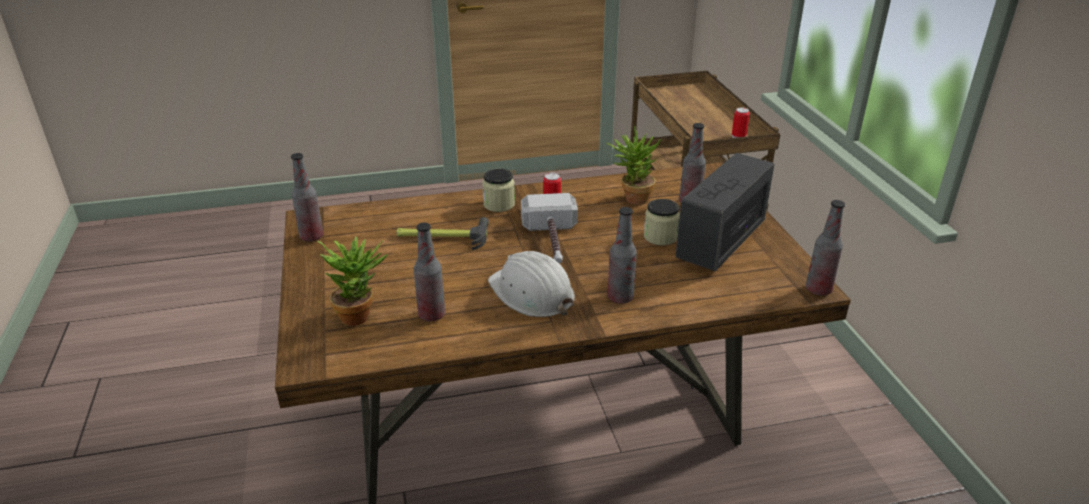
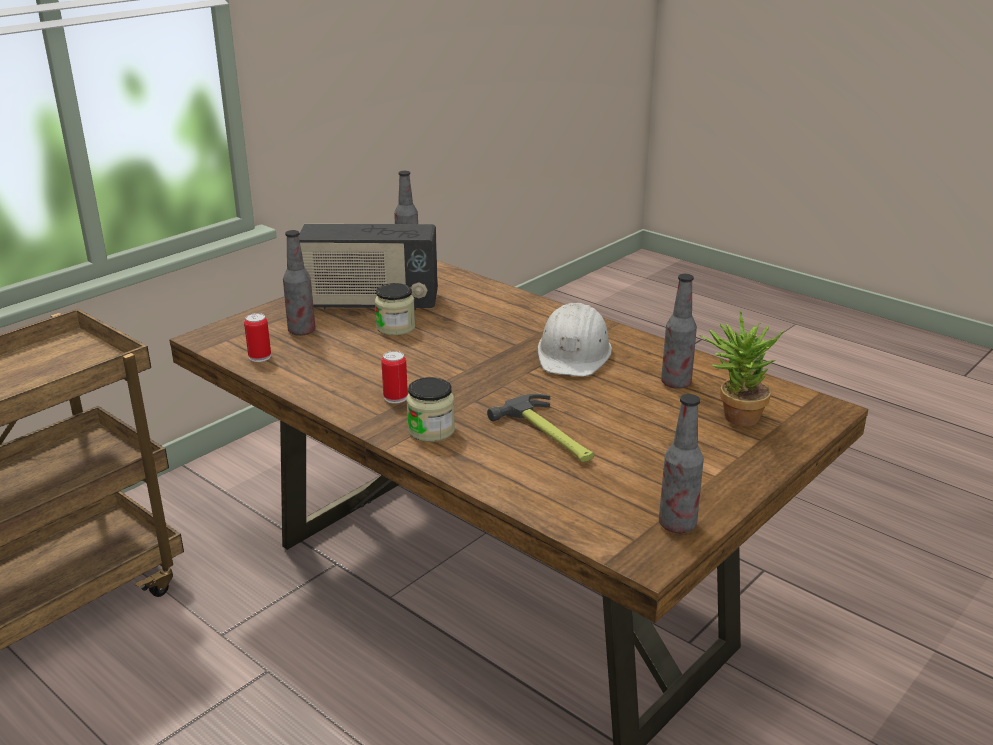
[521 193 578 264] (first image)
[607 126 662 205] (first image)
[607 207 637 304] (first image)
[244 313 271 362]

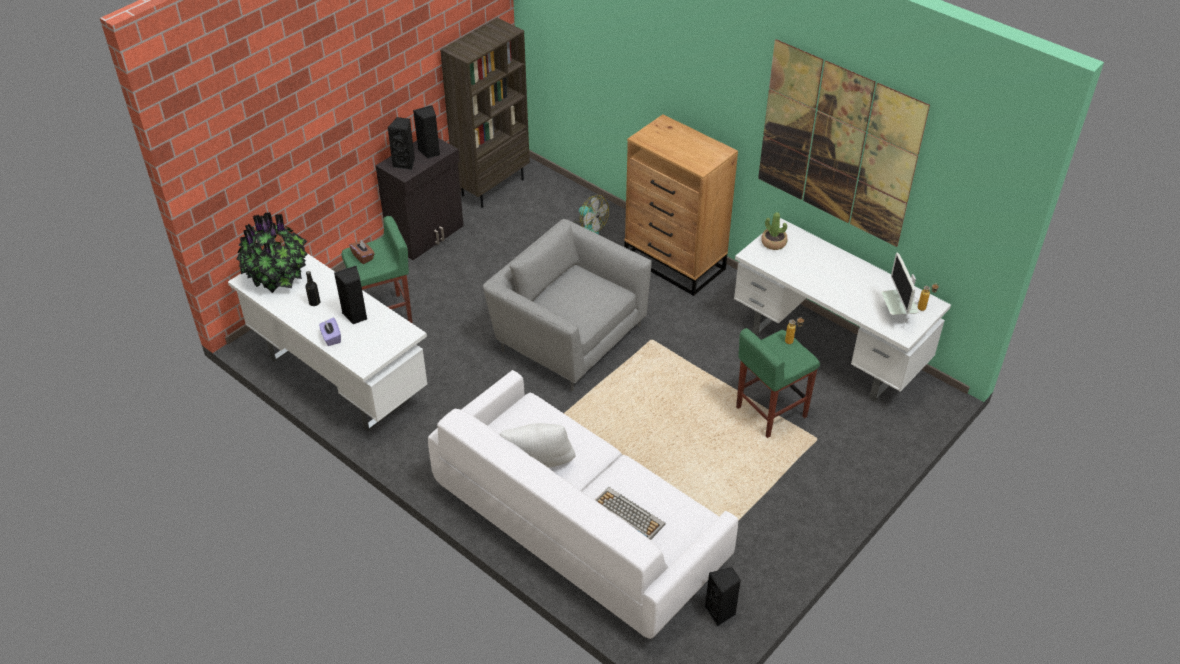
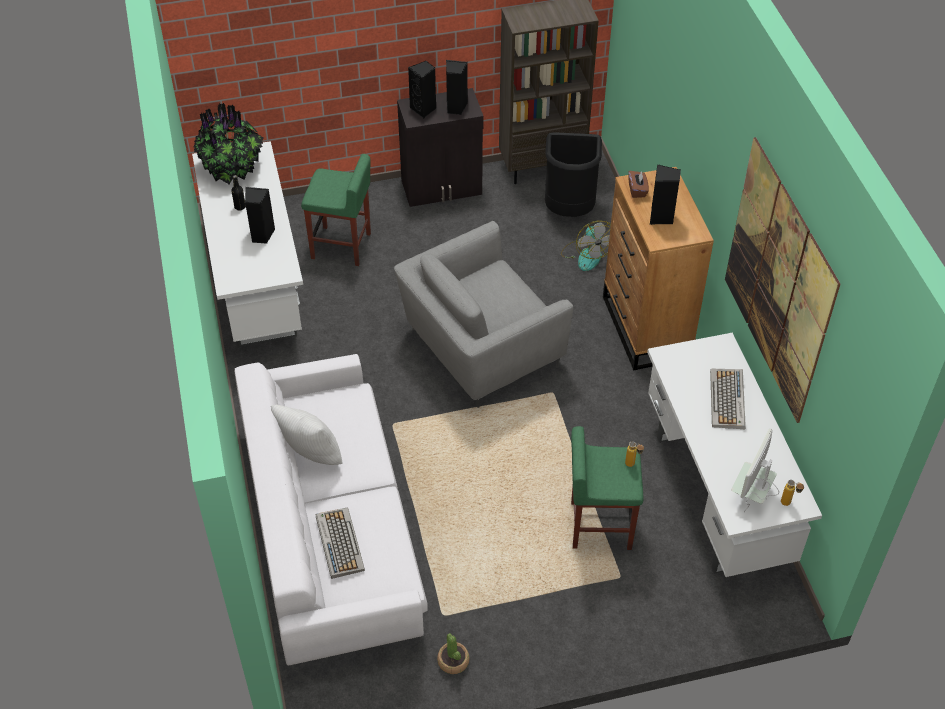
[319 317 341 346] (first image)
[628 171 649 198]
[394 221 573 408]
[650 164 681 225]
[437 633 470 674]
[545 132 602 217]
[710 369 746 429]

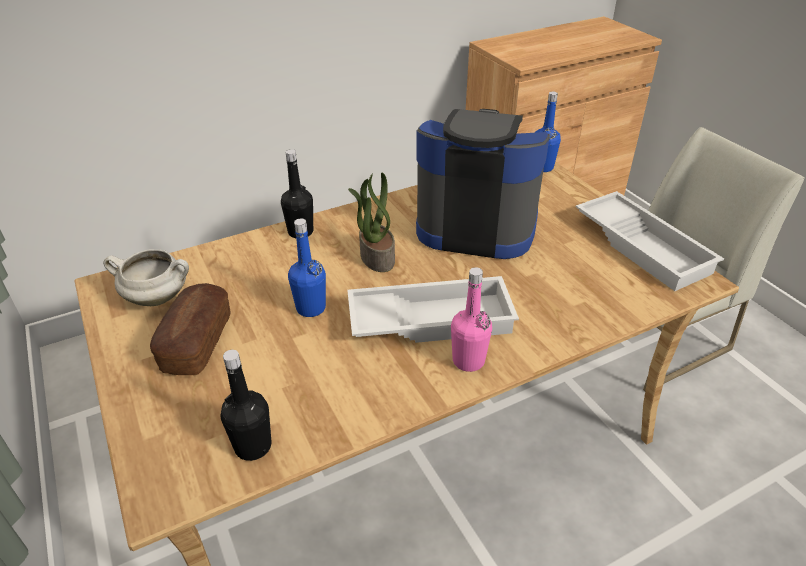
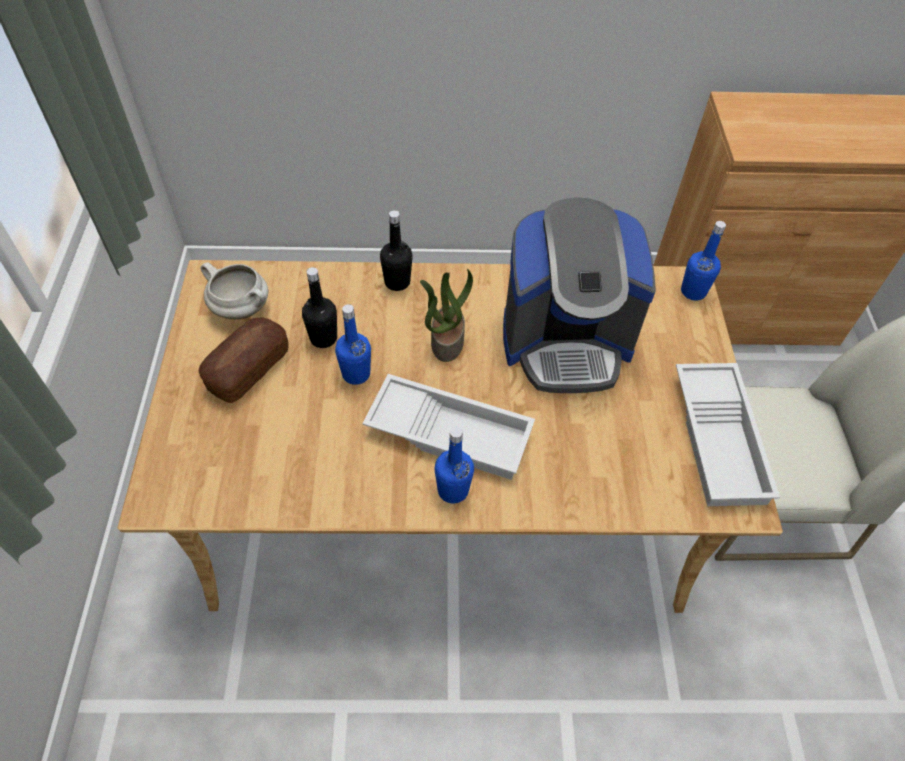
[302 267 337 348]
[503 197 656 393]
[434 427 474 503]

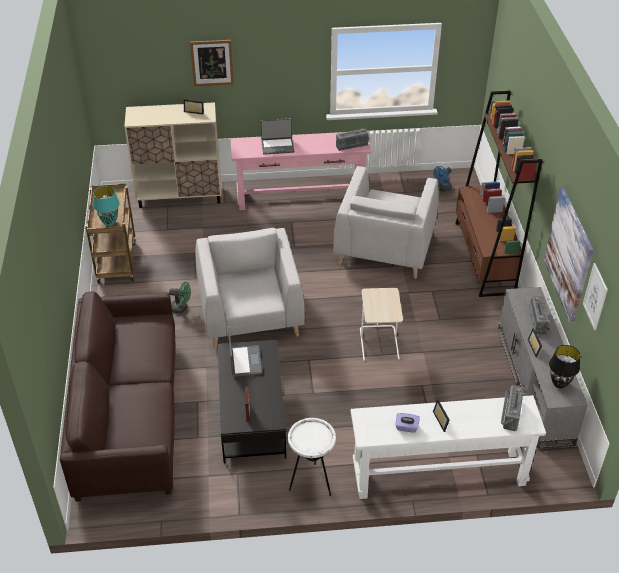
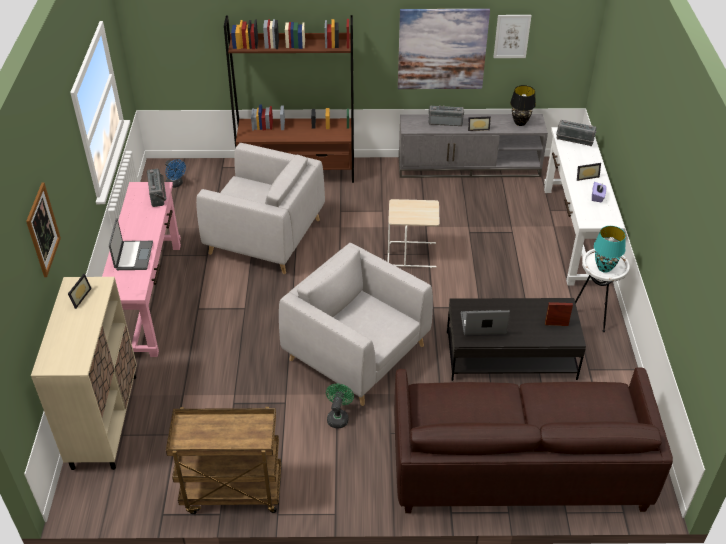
[594 226 626 273]
[279 243 433 406]

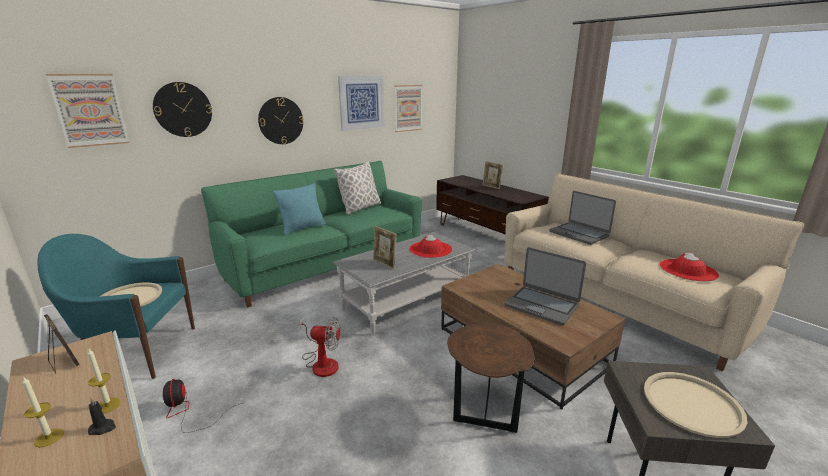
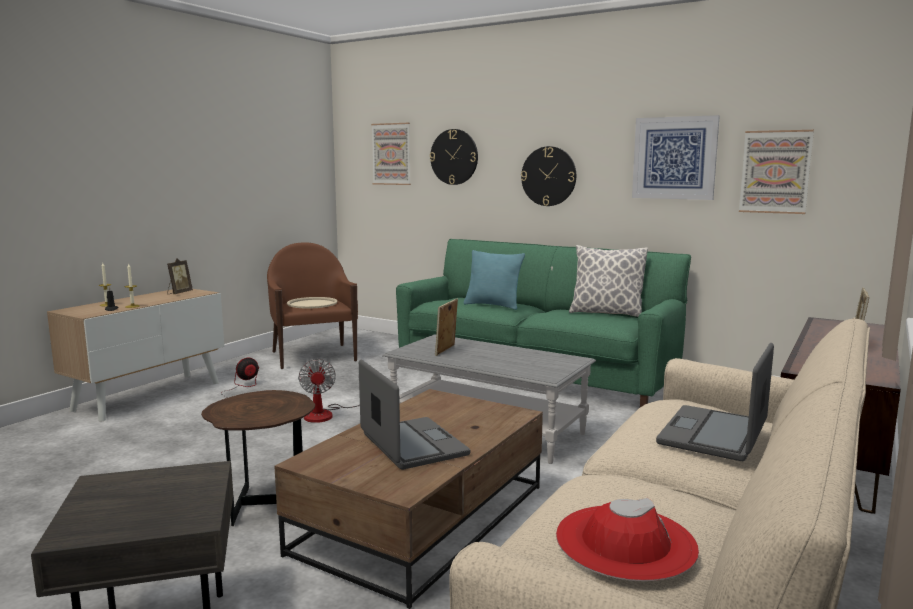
[267 242 358 369]
[409 235 452 258] (first image)
[359 360 470 470]
[644 372 747 438] (first image)

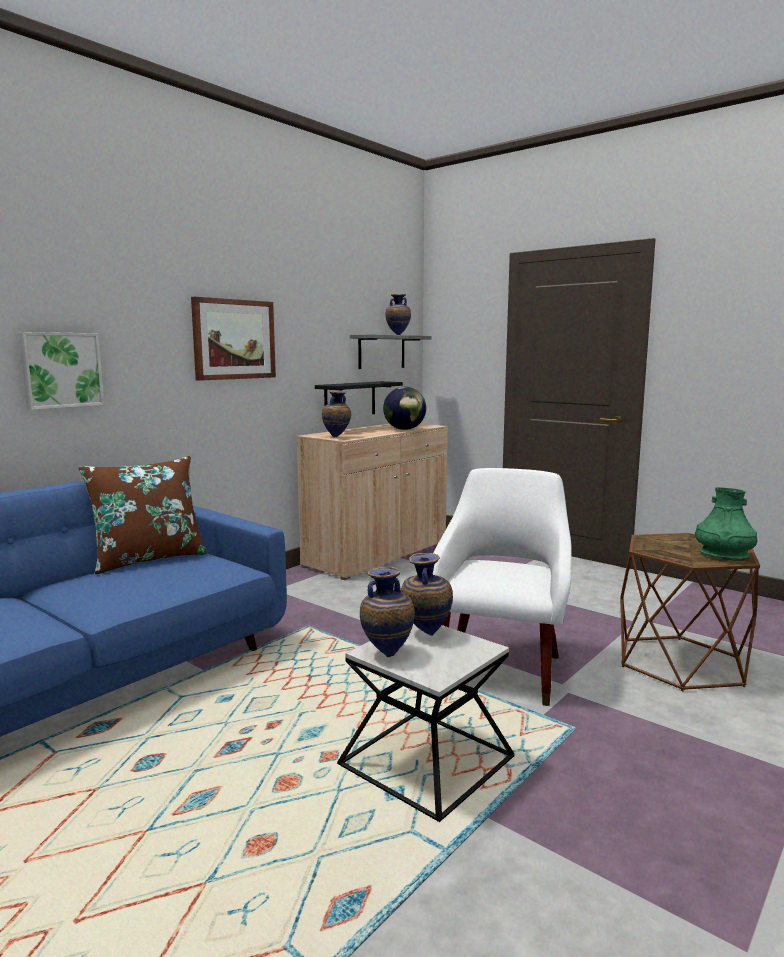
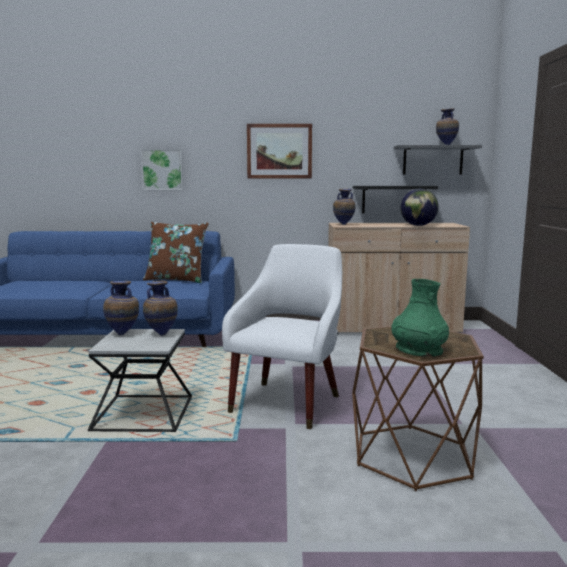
[222 244 342 429]

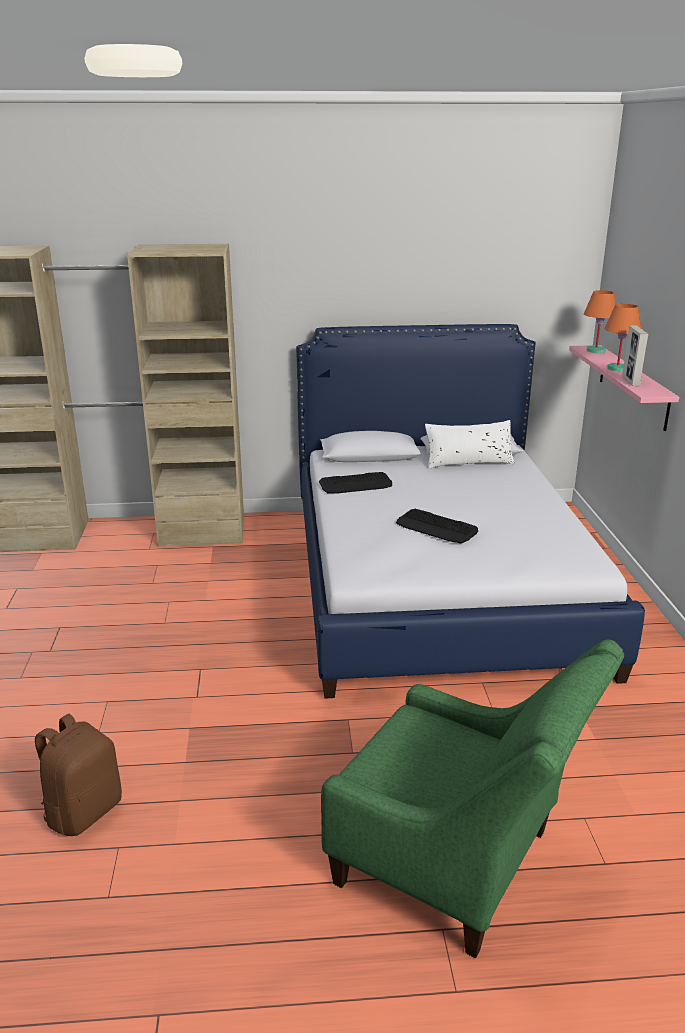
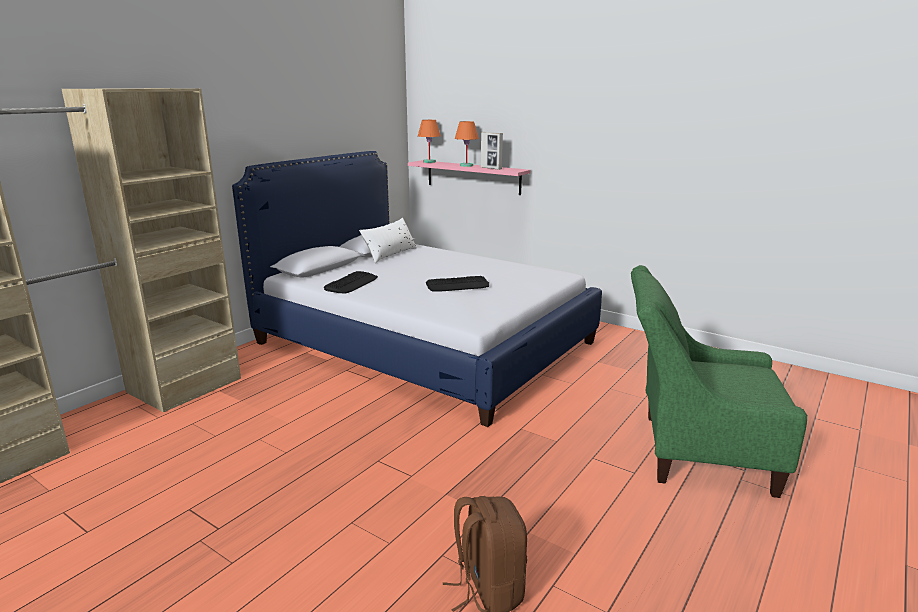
[631 265 807 498]

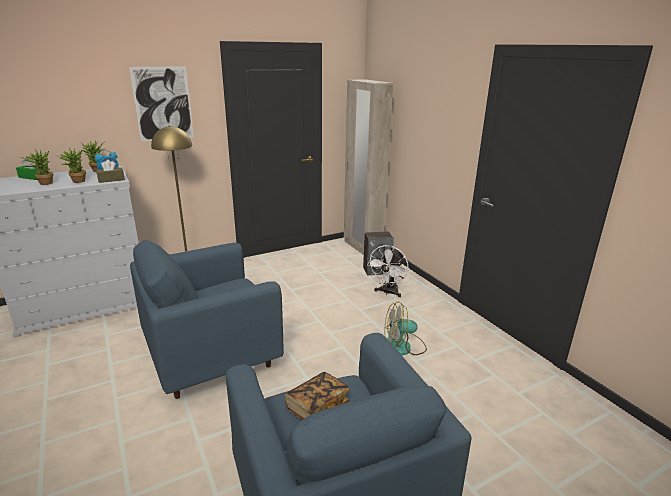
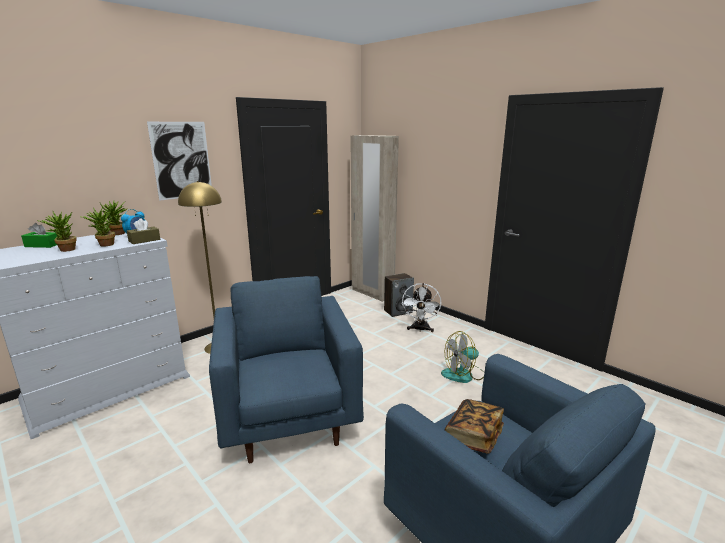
[209 276 364 463]

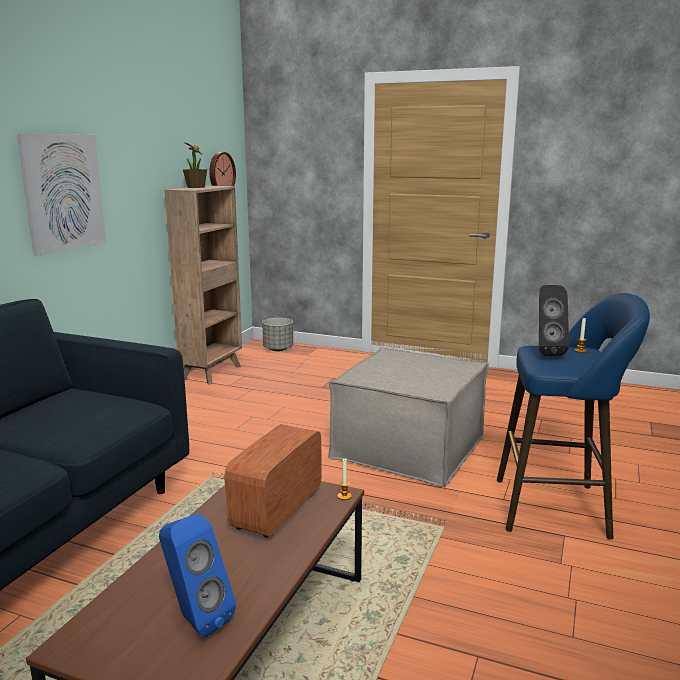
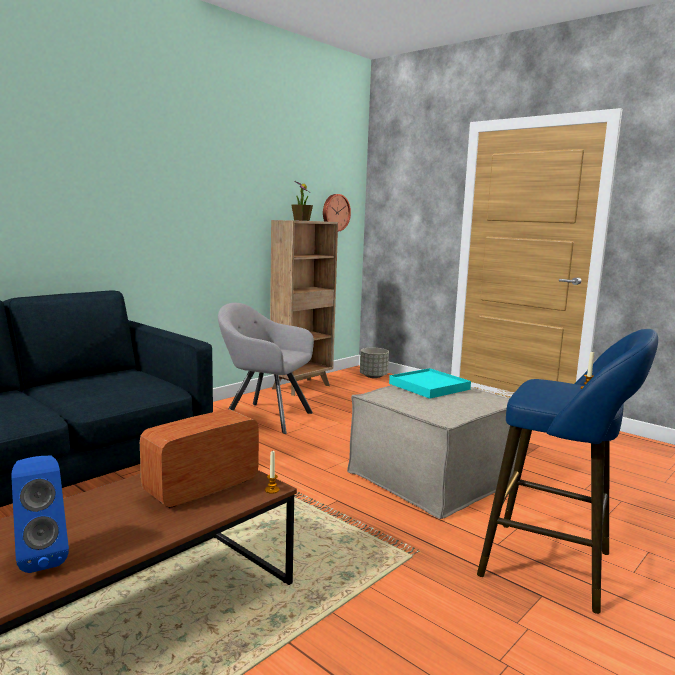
[17 134 106 255] (first image)
[539 285 569 356] (first image)
[218 303 314 434]
[389 368 471 399]

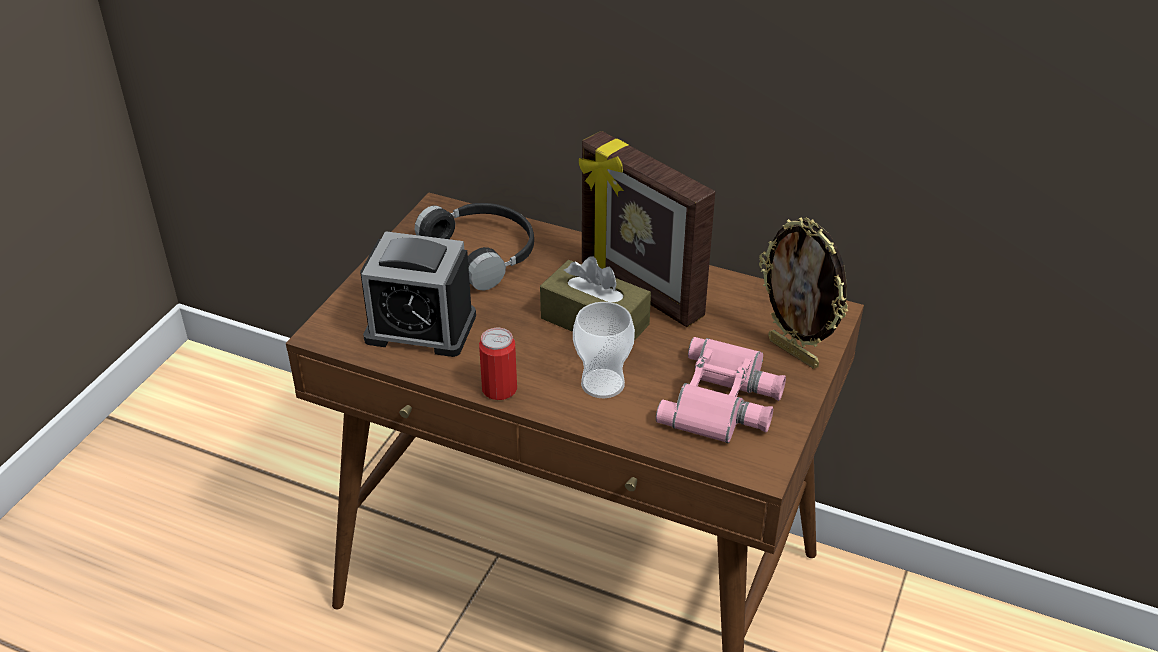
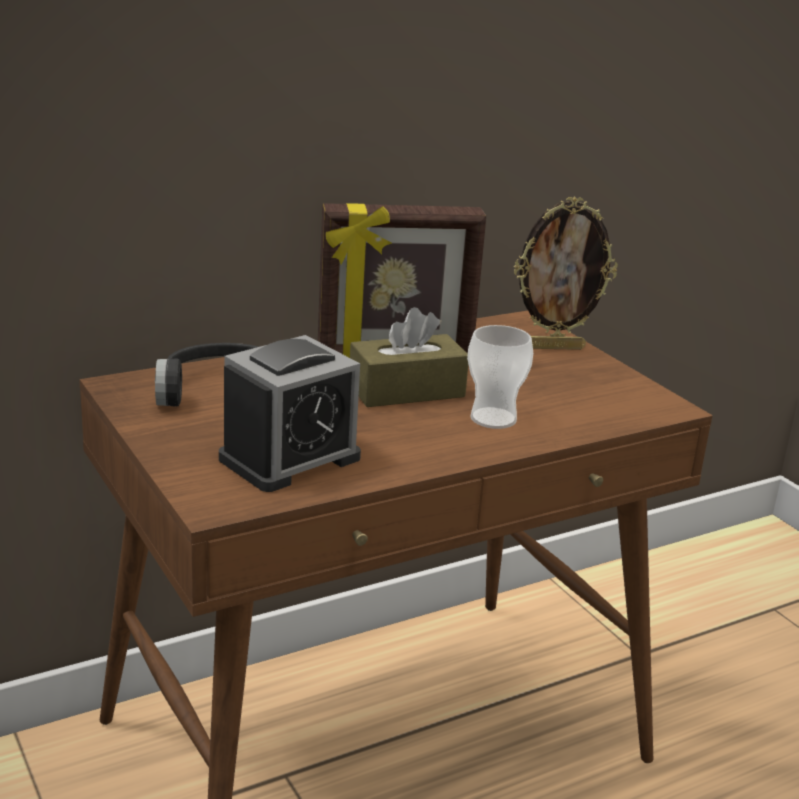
[479 328 517 400] (first image)
[656 337 786 443] (first image)

